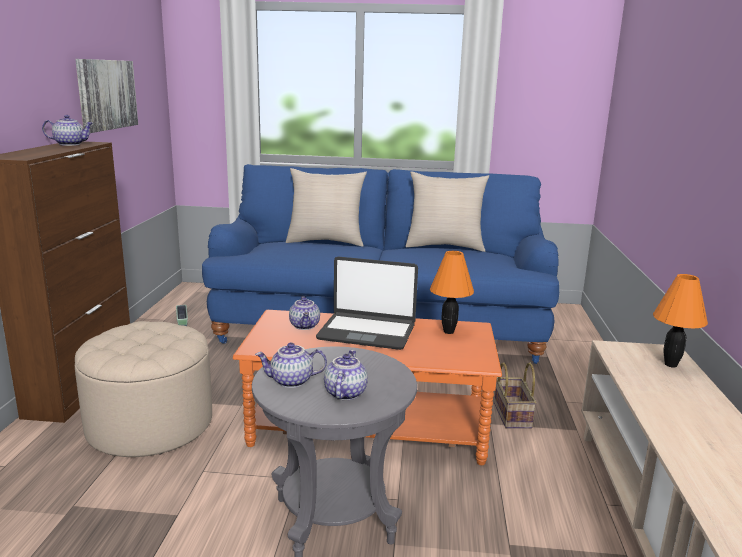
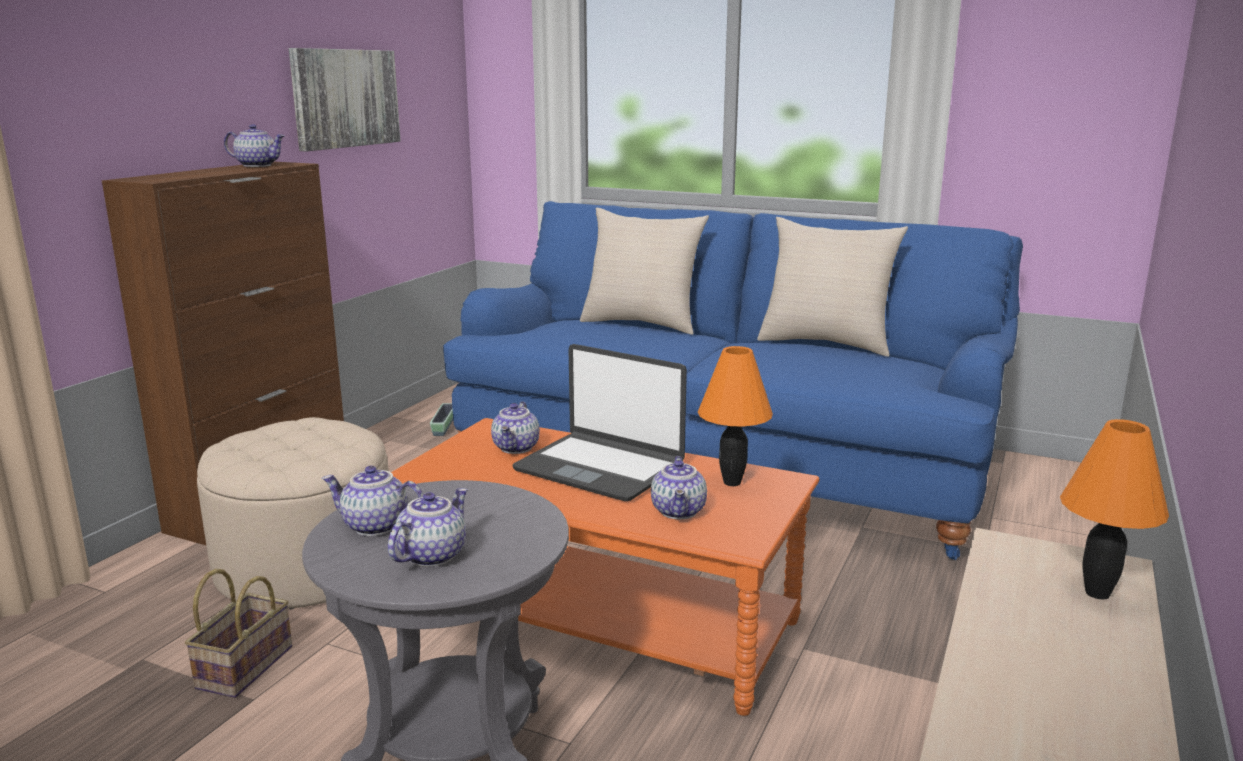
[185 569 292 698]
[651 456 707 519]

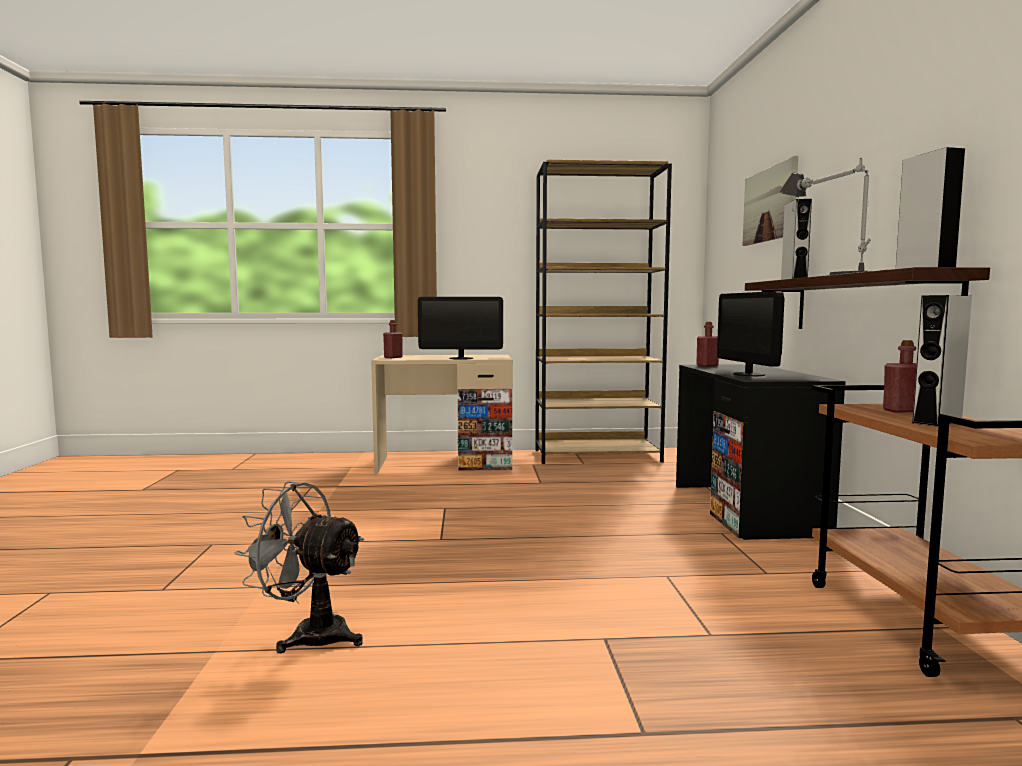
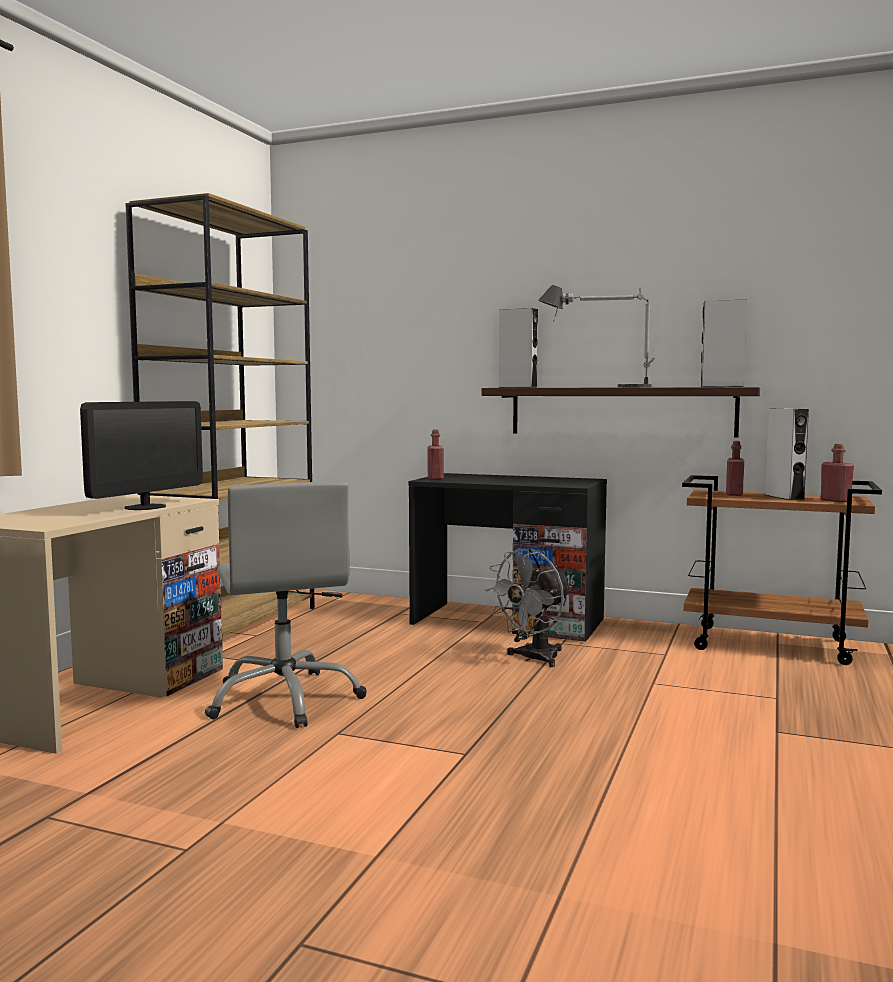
[485 548 572 667]
[821 444 854 503]
[717 291 785 376] (first image)
[742 156 798 246] (first image)
[205 482 367 728]

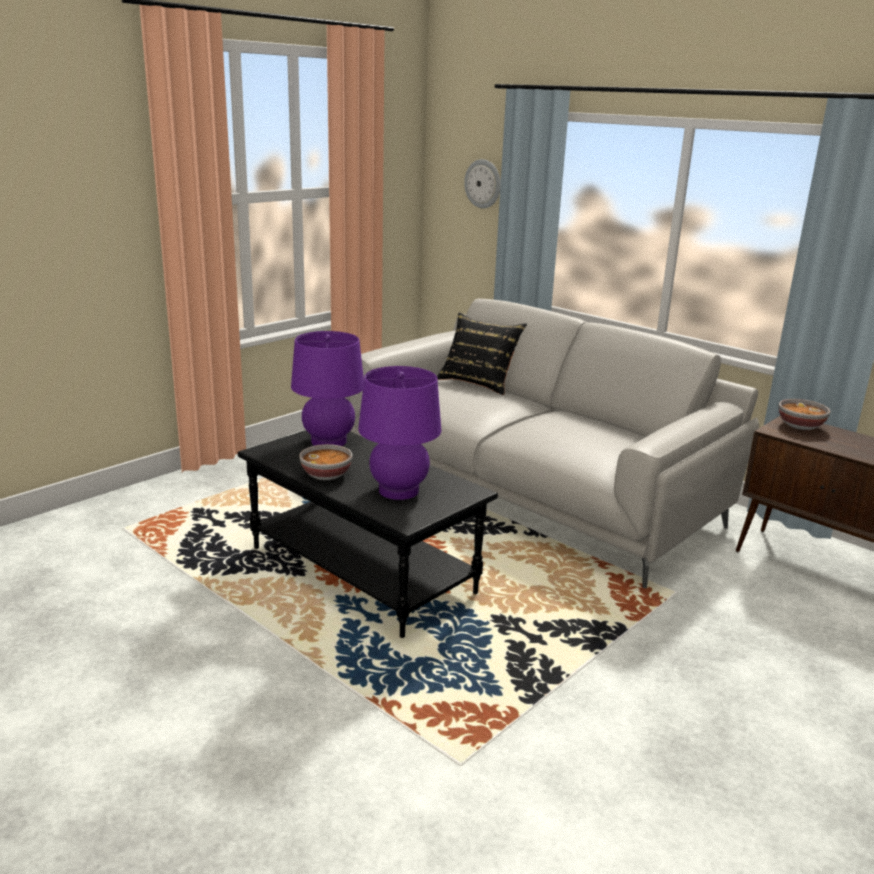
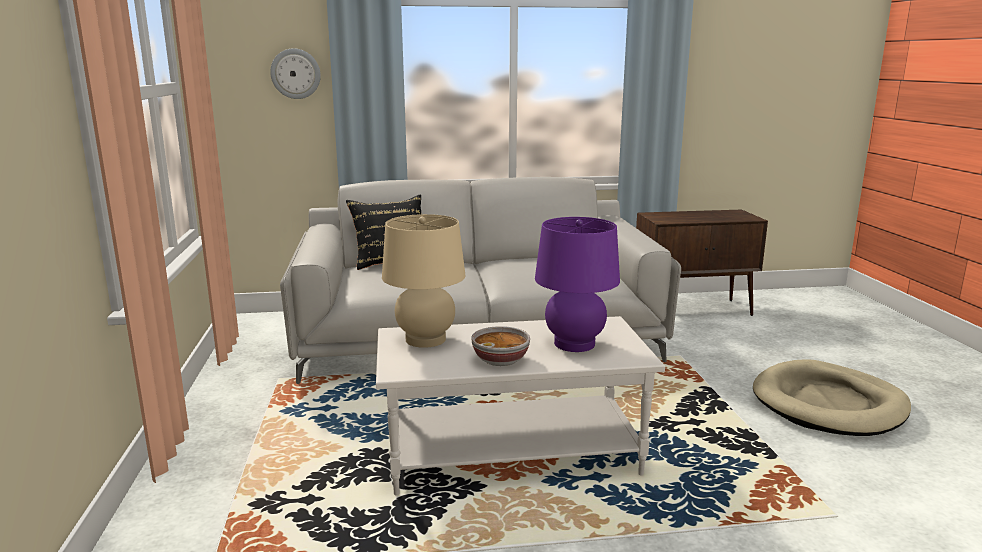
[376 316 665 495]
[382 214 465 348]
[779 399 831 430] (first image)
[753 359 911 436]

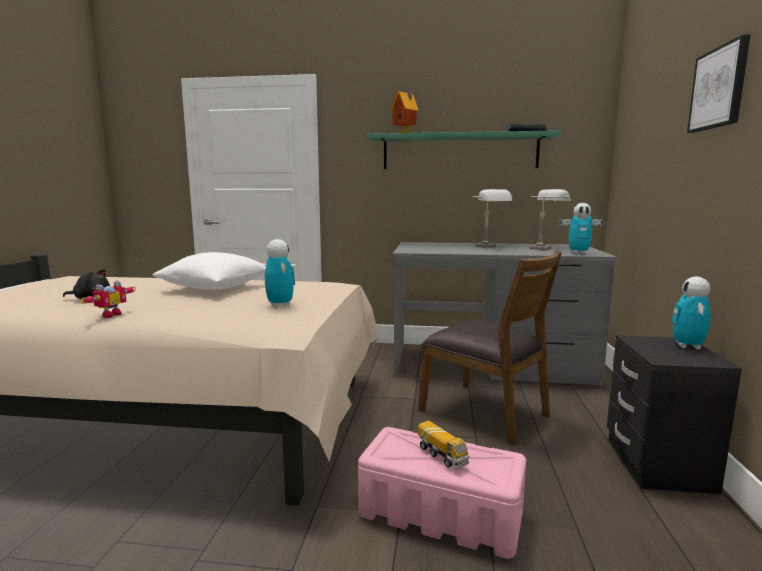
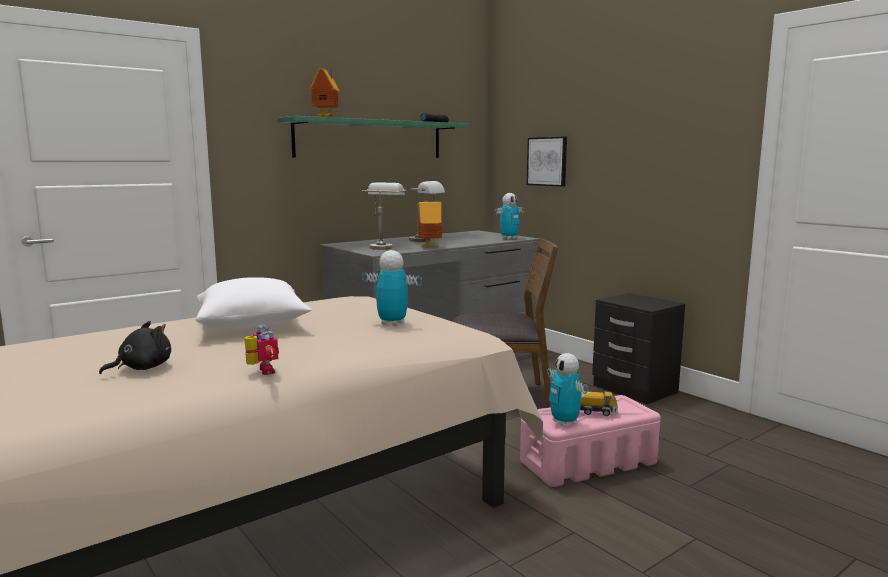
[362 183 406 250]
[547 353 588 426]
[527 137 567 187]
[418 199 442 248]

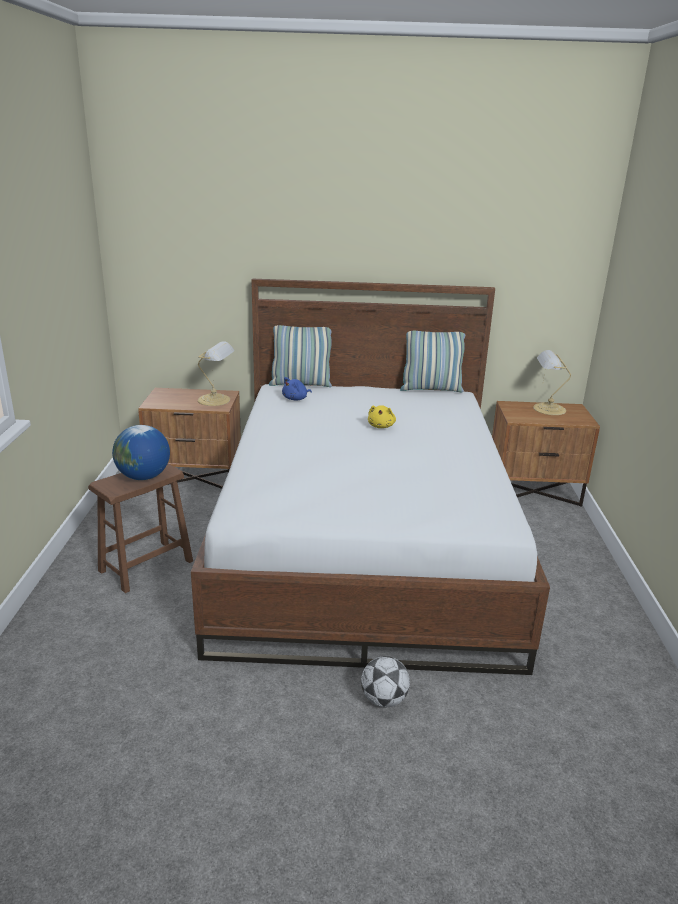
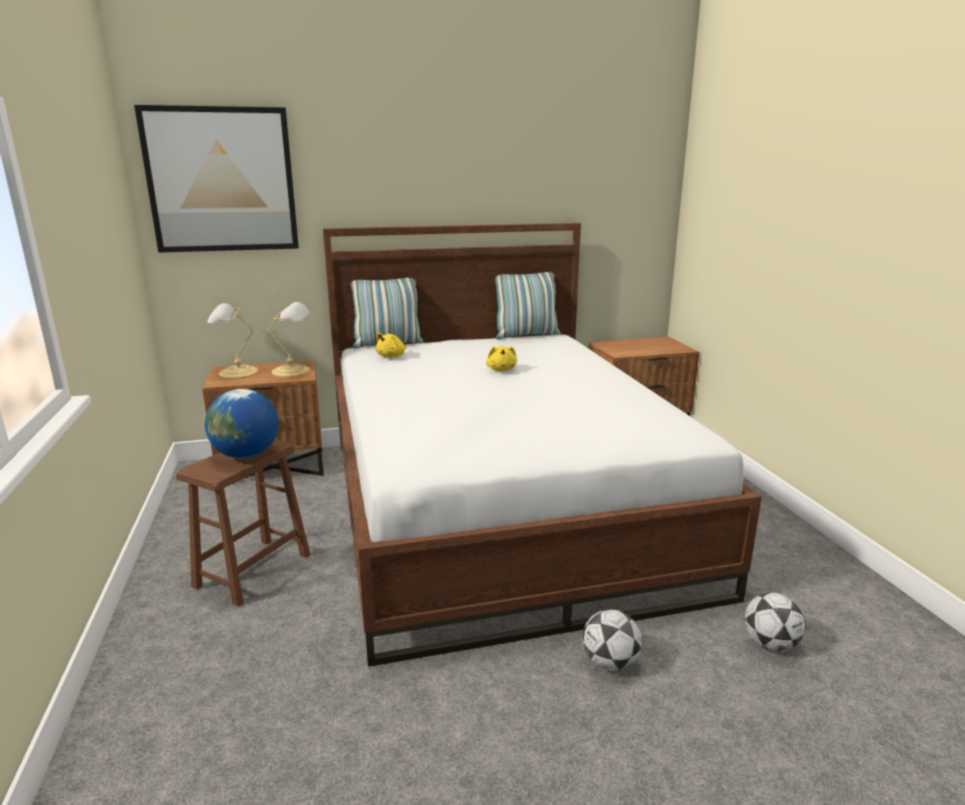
[376 332 406 358]
[207 303 259 378]
[134 105 299 253]
[745 592 806 651]

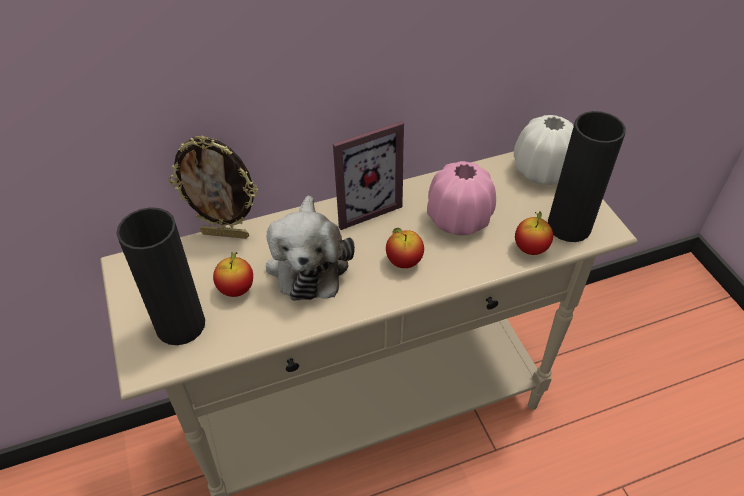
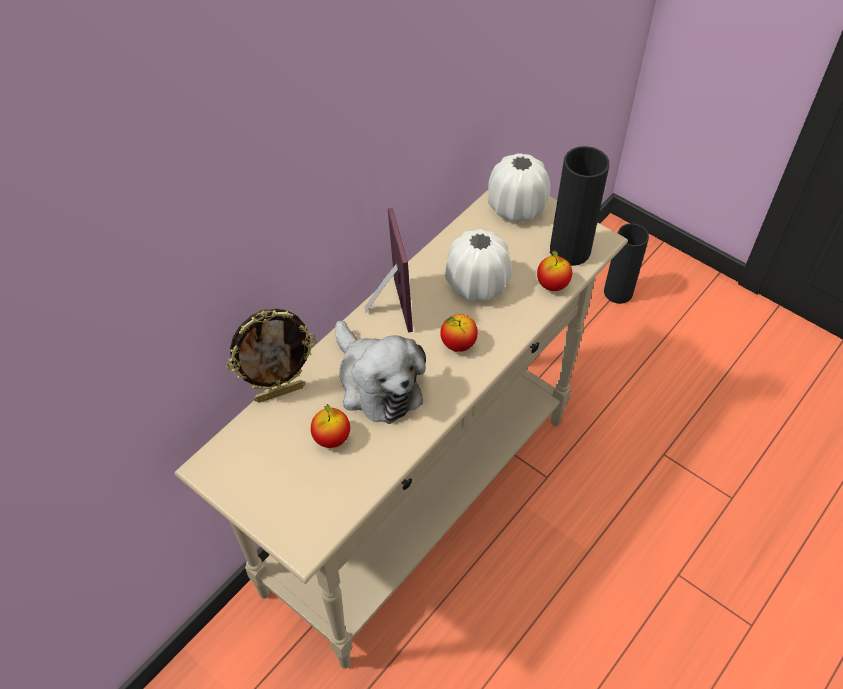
[604 223 649 304]
[365 208 413 333]
[445 229 512 301]

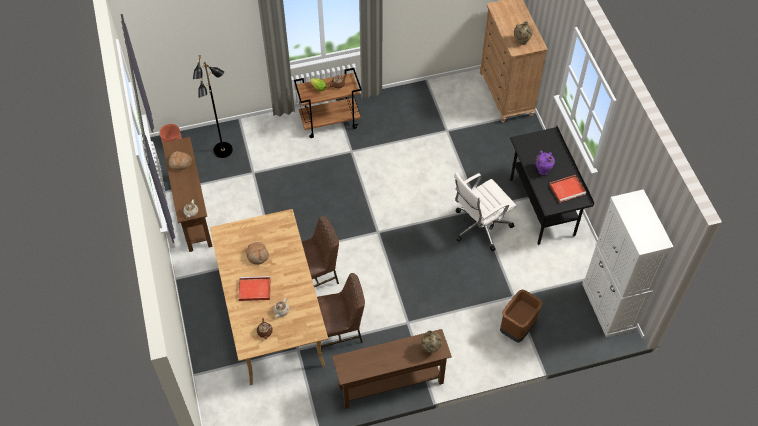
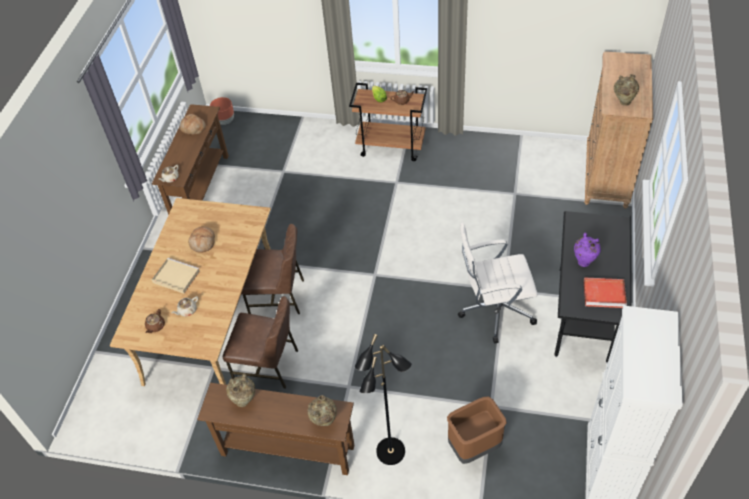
[355 334 412 465]
[152 258 200 294]
[226 373 255 407]

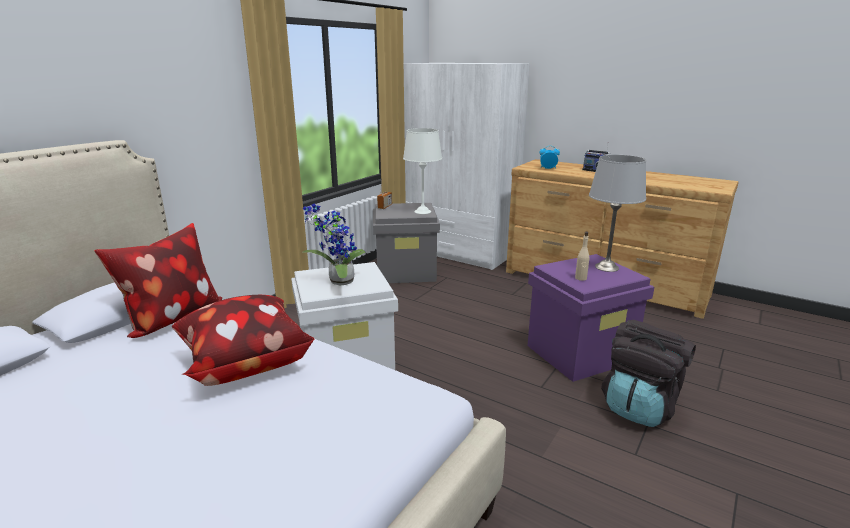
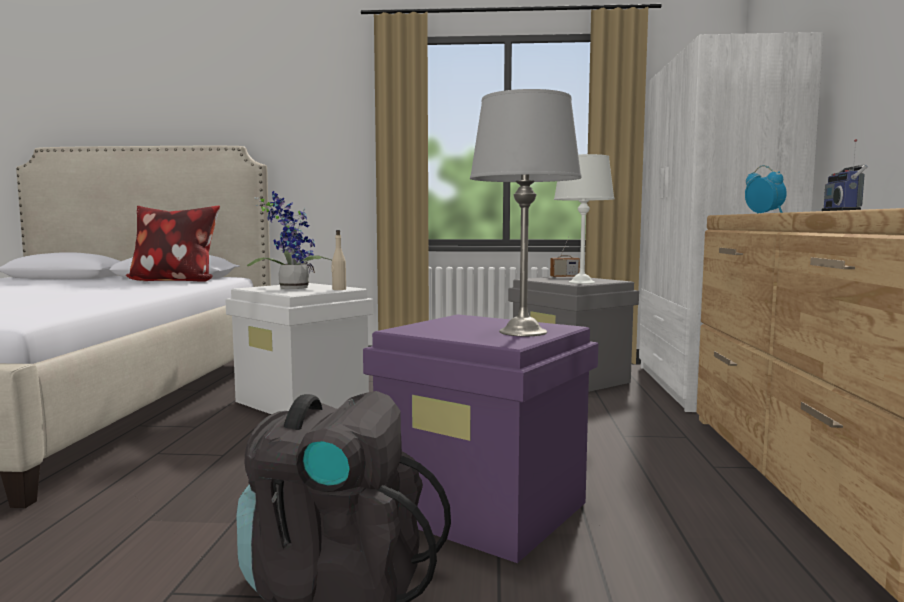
[172 295 314 386] (first image)
[331 230 346 290]

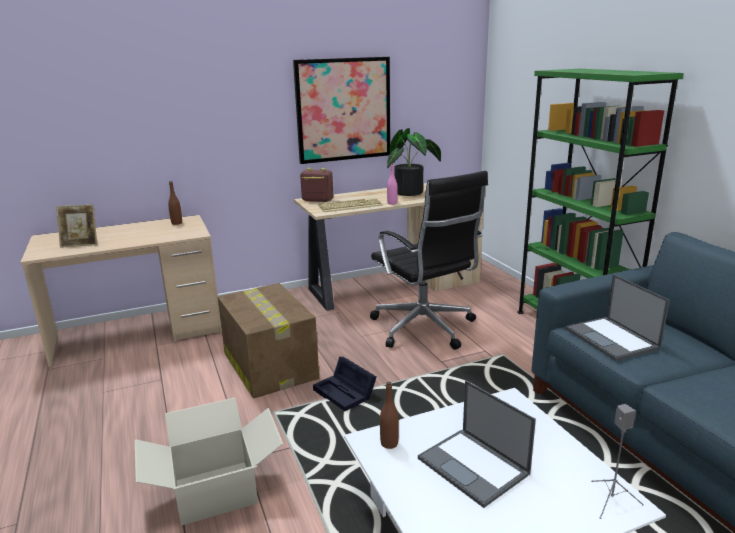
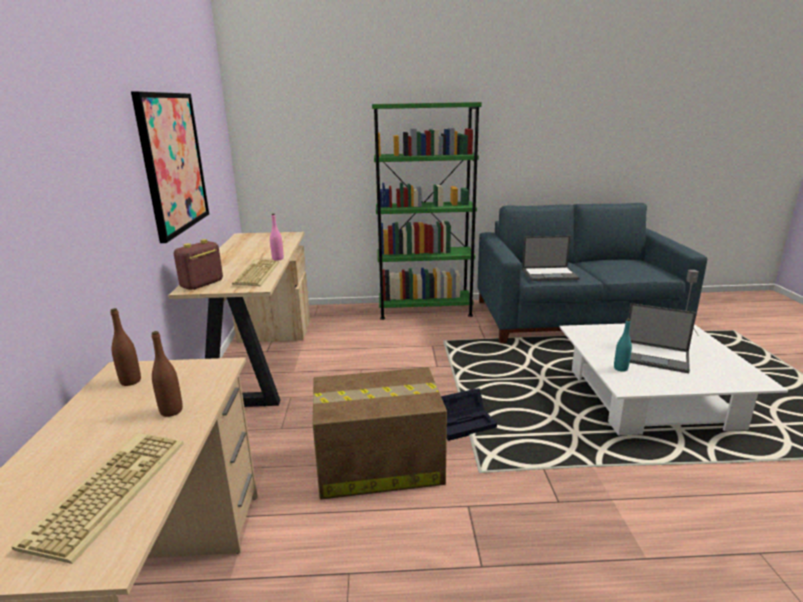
[11 433 184 564]
[135 398 283 526] (first image)
[370 171 488 350] (first image)
[152 331 183 417]
[387 128 441 196] (first image)
[628 303 697 373]
[614 319 632 372]

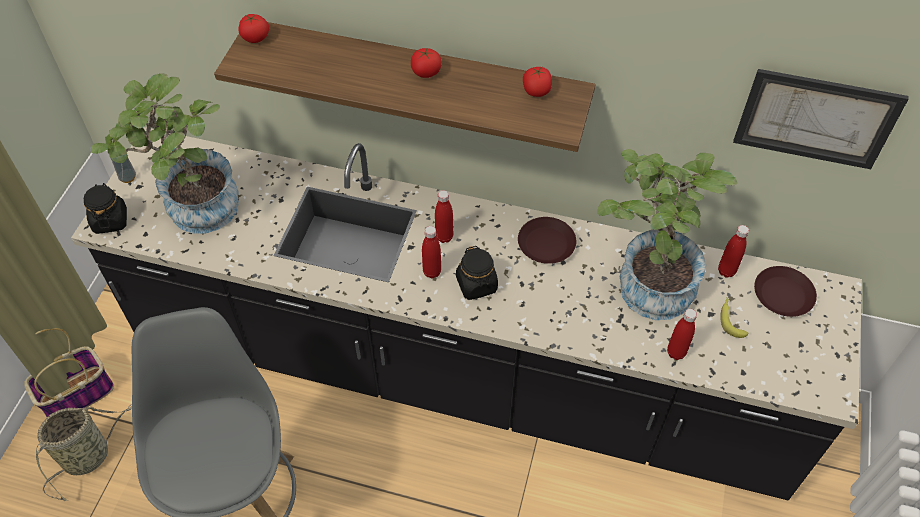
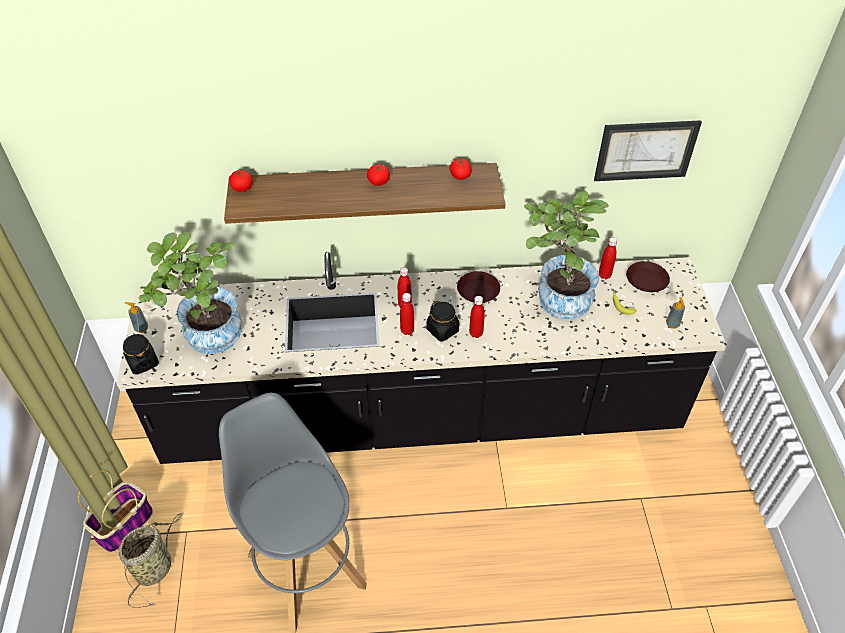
[469 296 485 338]
[666 297 685 329]

